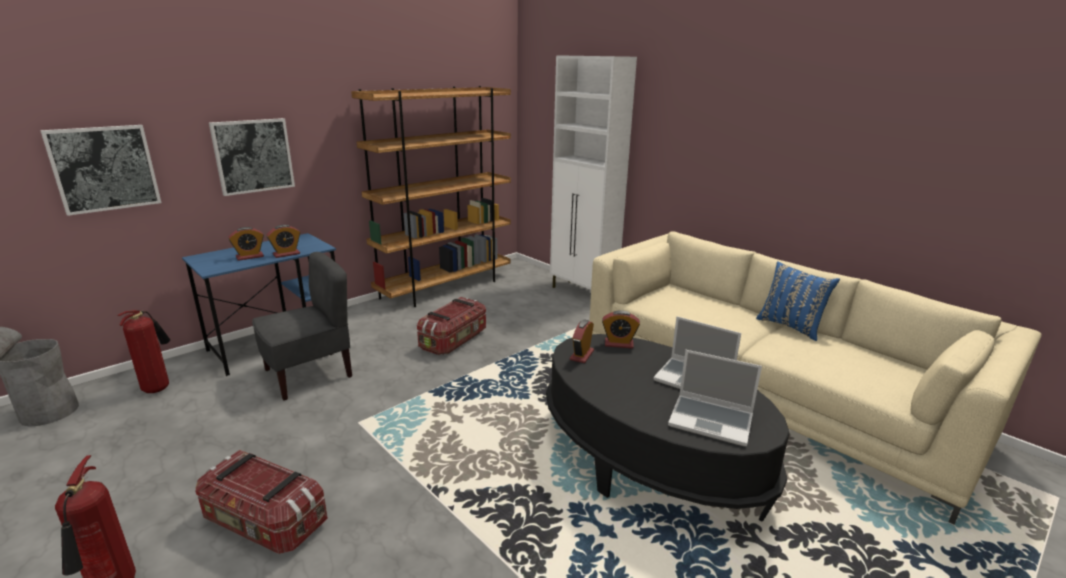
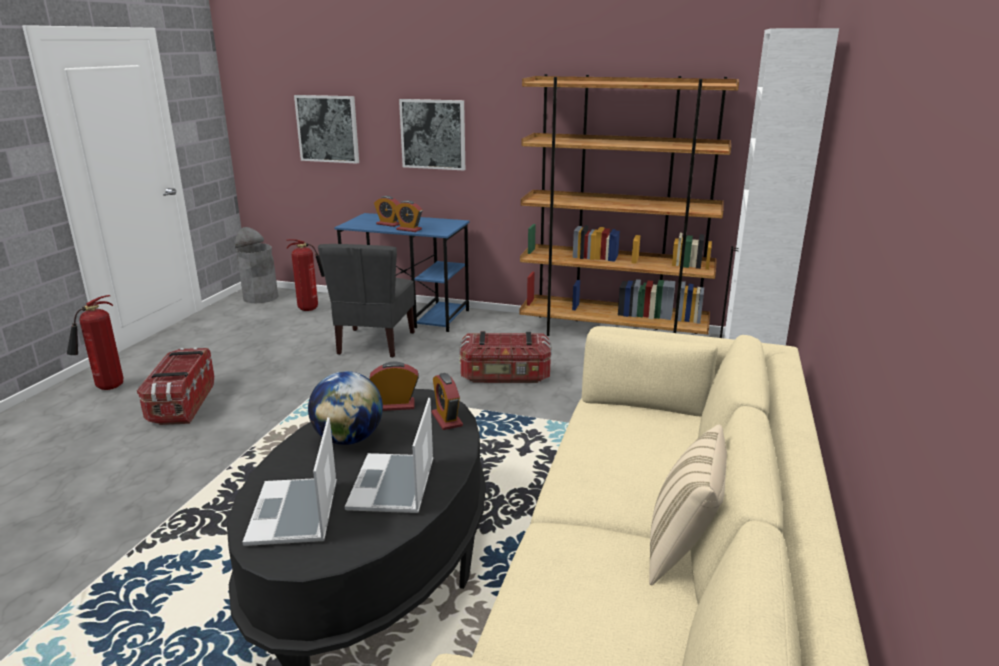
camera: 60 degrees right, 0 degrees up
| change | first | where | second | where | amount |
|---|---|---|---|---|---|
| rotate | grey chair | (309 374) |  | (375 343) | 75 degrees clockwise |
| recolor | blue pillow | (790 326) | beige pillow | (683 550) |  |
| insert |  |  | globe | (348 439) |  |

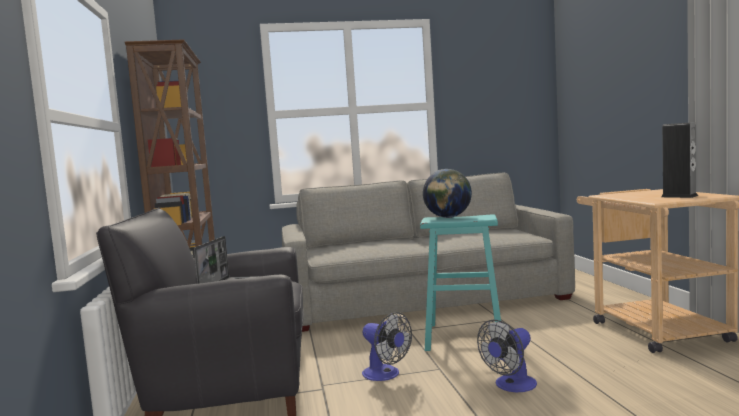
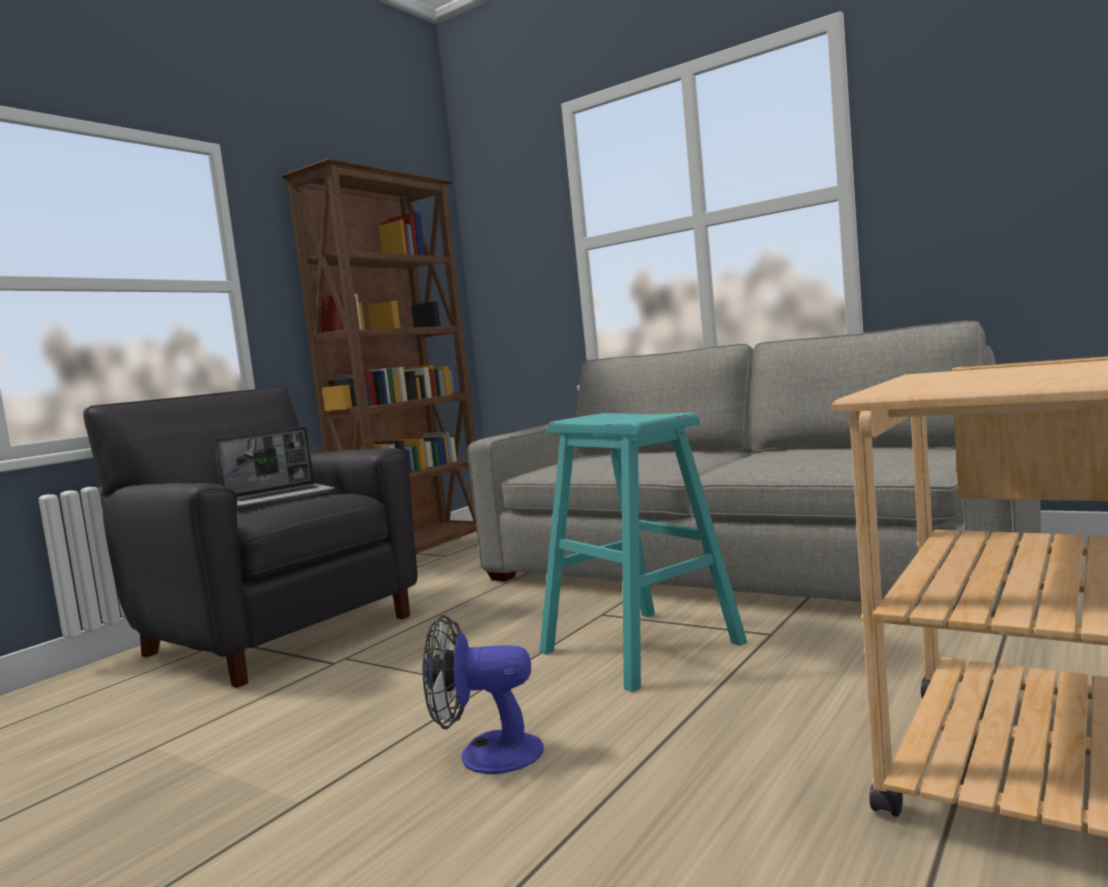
camera: 45 degrees right, 0 degrees up
| change | first | where | second | where | amount |
|---|---|---|---|---|---|
| delete | speaker | (679 196) |  |  |  |
| delete | globe | (448 217) |  |  |  |
| delete | fan | (386 375) |  |  |  |

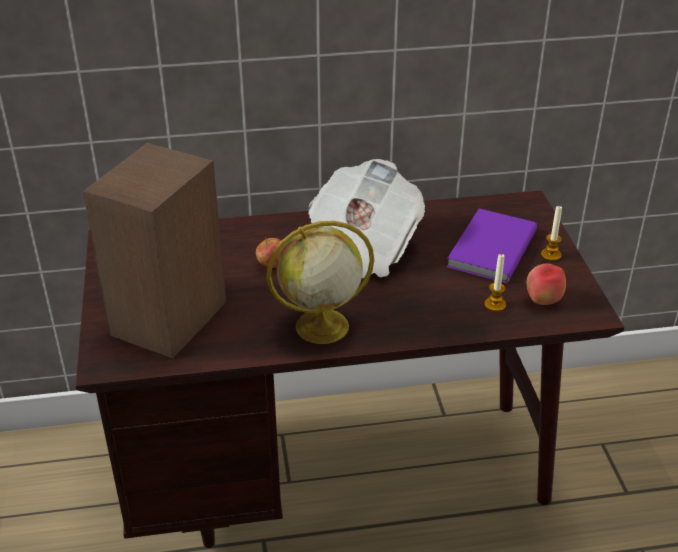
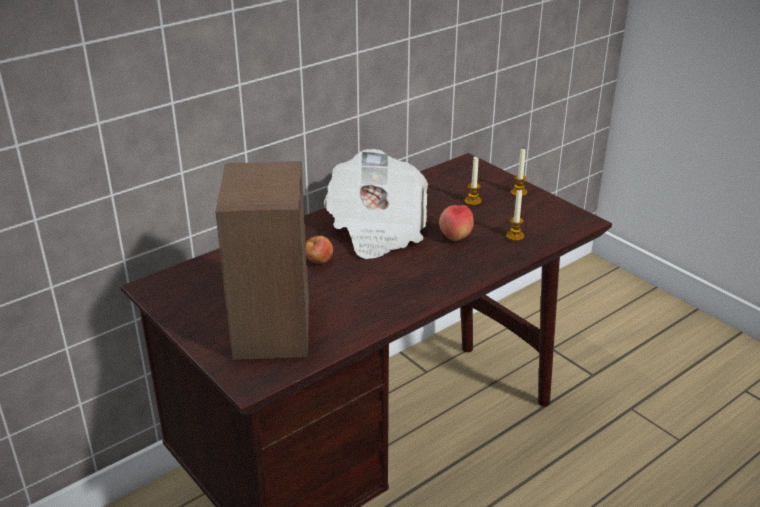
camera: 30 degrees left, 5 degrees down
| change | first | where | second | where | amount |
|---|---|---|---|---|---|
| replace | purple book | (489 249) | candle | (473 201) |  |
| delete | globe | (320 327) |  |  |  |
| move | apple | (543 301) |  | (455 238) |  |

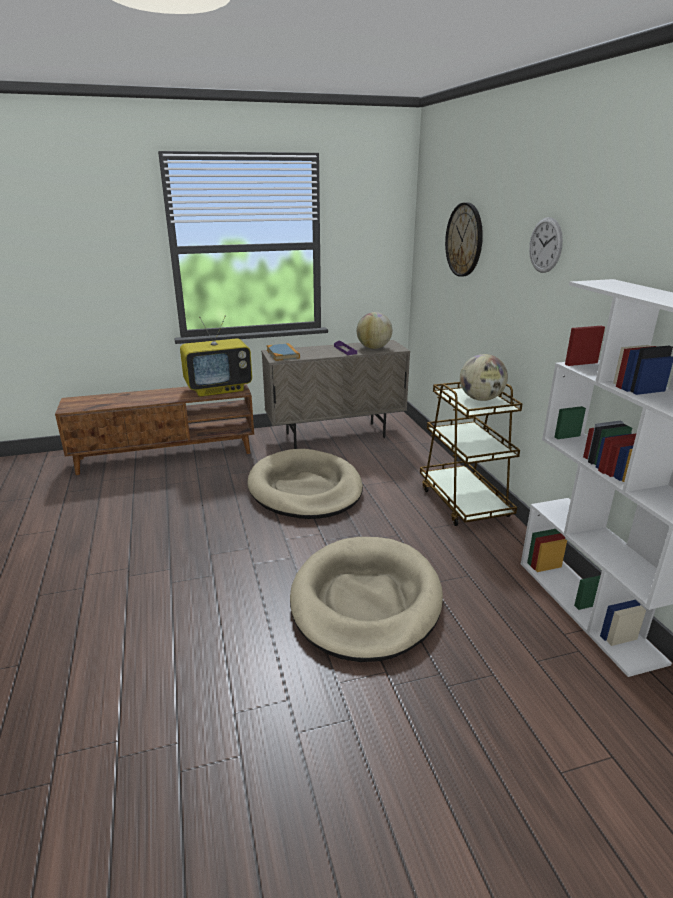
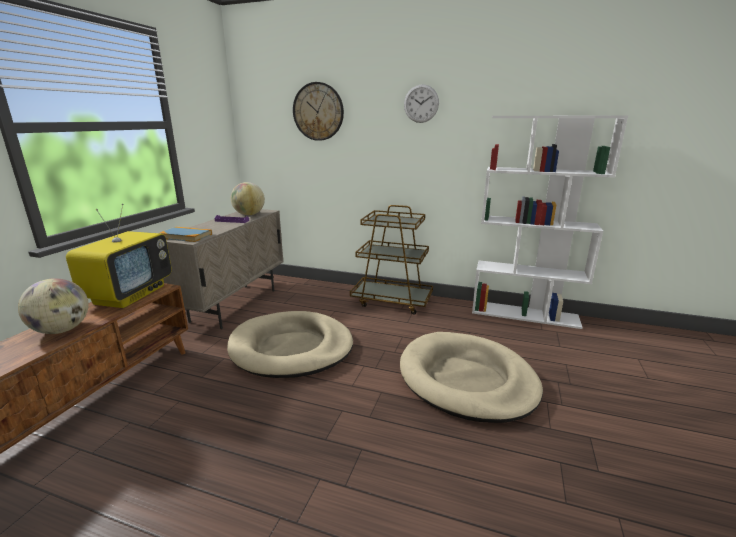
camera: 55 degrees left, 5 degrees down
| change | first | where | second | where | amount |
|---|---|---|---|---|---|
| move | globe | (481 399) |  | (62 330) |  |

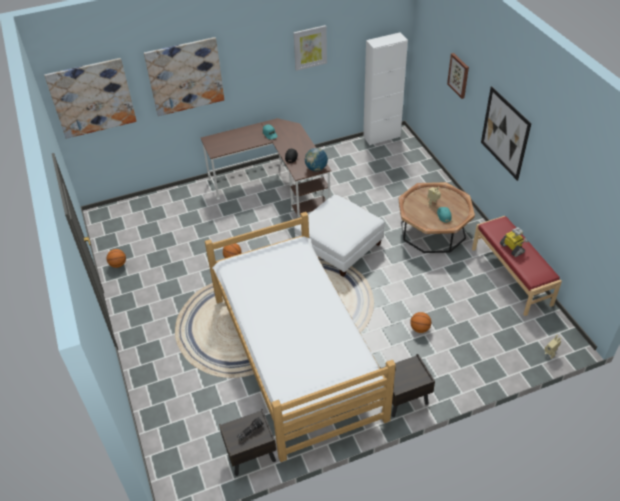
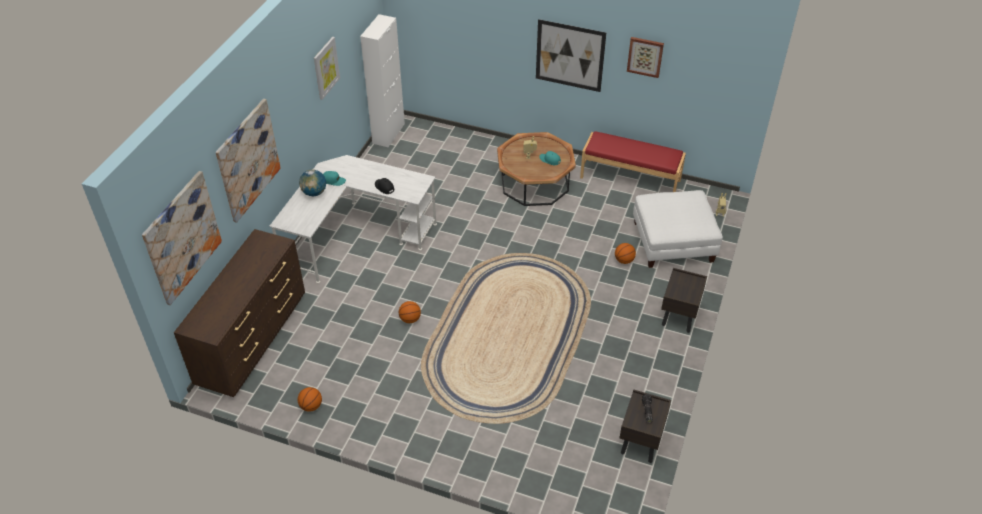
camera: 50 degrees left, 0 degrees up
| change | first | where | second | where | amount |
|---|---|---|---|---|---|
| move | picture | (458 75) |  | (645 56) |  |
| recolor | brown desk | (274 185) | white desk | (354 235) |  |
| move | globe | (316 168) |  | (314 193) |  |
| move | white ottoman | (339 246) |  | (673 241) |  |
| delete | bed | (295 356) |  |  |  |
| delete | toy robot | (512 248) |  |  |  |
| insert |  |  | brown dresser | (253 340) |  |

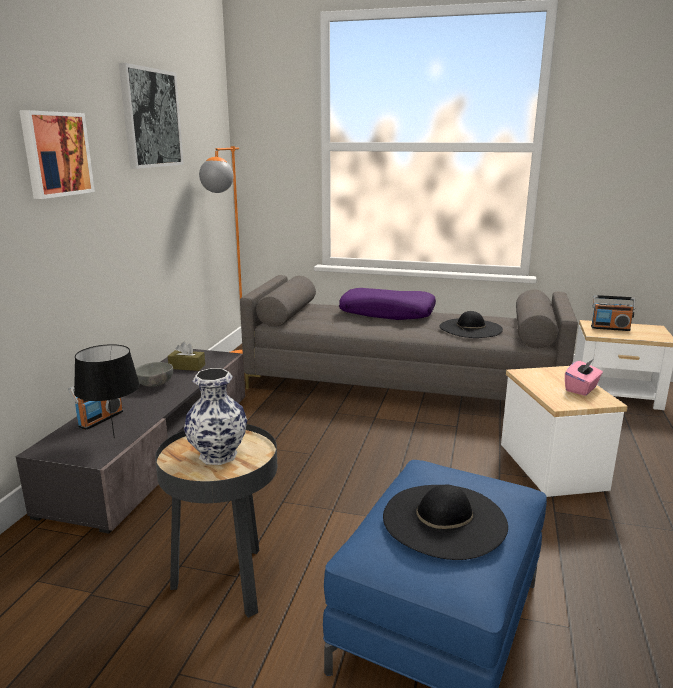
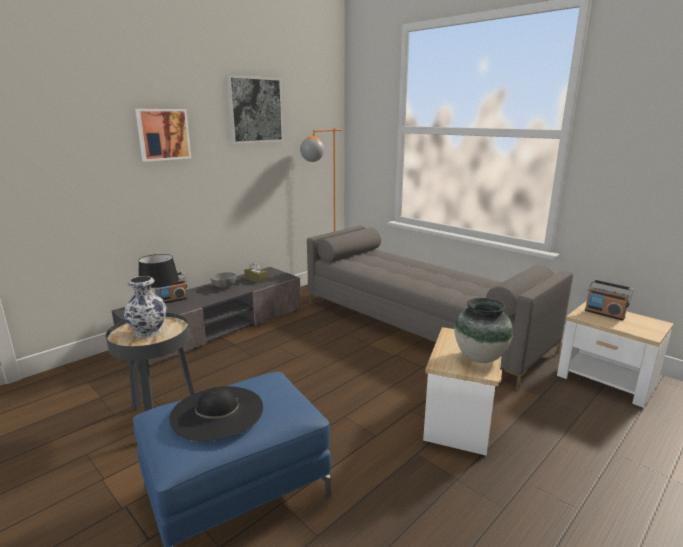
camera: 30 degrees right, 0 degrees up
| change | first | where | second | where | amount |
|---|---|---|---|---|---|
| delete | purple pillow | (387 313) |  |  |  |
| delete | black hat | (470 328) |  |  |  |
| replace | pink tissue box | (581 389) | vase | (480 357) |  |

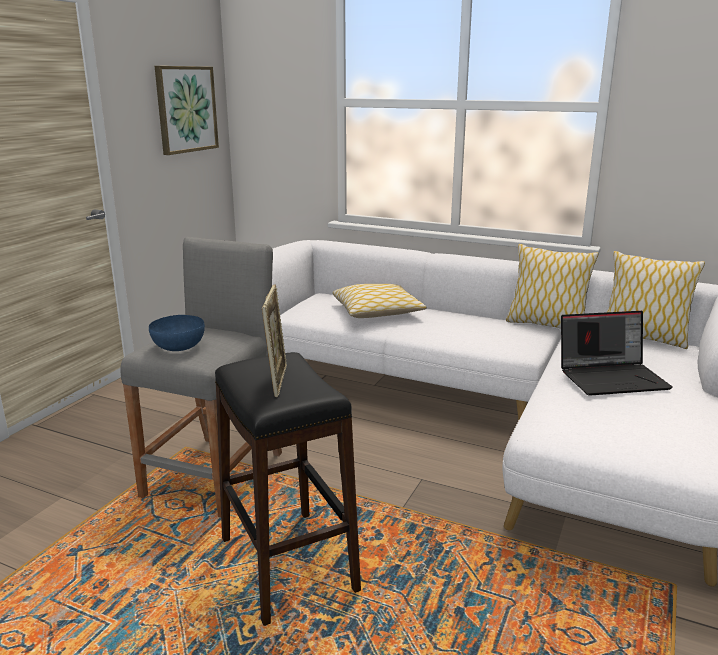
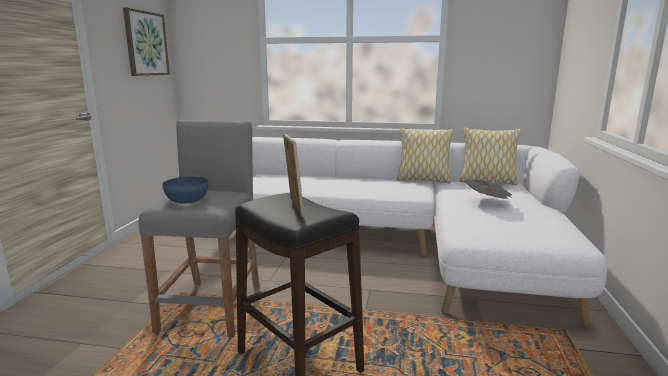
camera: 15 degrees left, 5 degrees down
| change | first | where | second | where | amount |
|---|---|---|---|---|---|
| delete | pillow | (377 312) |  |  |  |
| replace | laptop | (612 377) | newspaper | (488 202) |  |

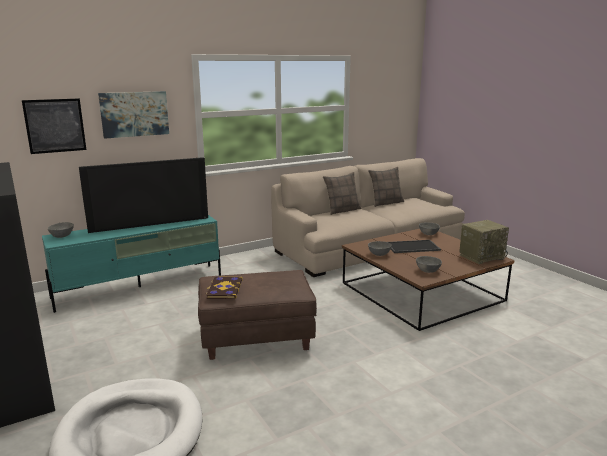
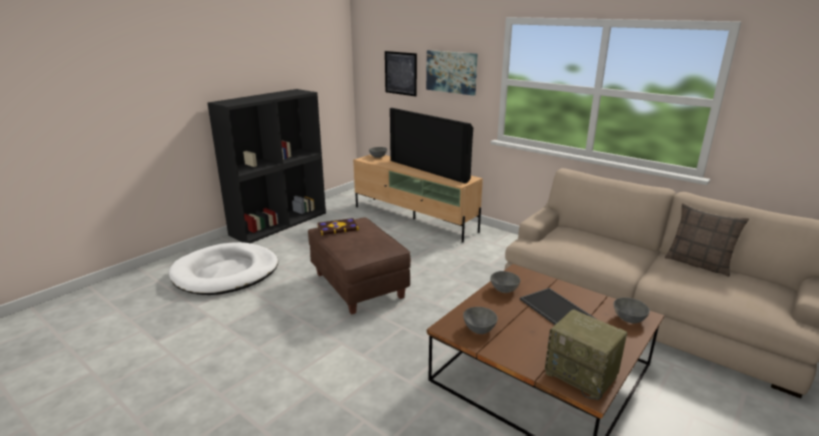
camera: 70 degrees right, 5 degrees up
| change | first | where | second | where | amount |
|---|---|---|---|---|---|
| delete | pillow | (342 210) |  |  |  |
| recolor | turquoise tv stand | (141 286) | beige tv stand | (414 219) |  |

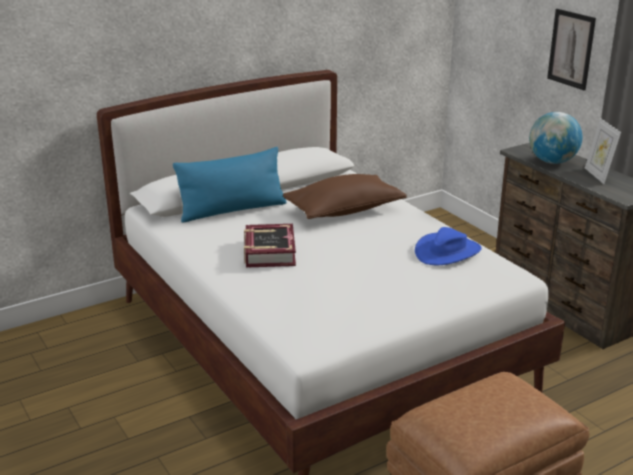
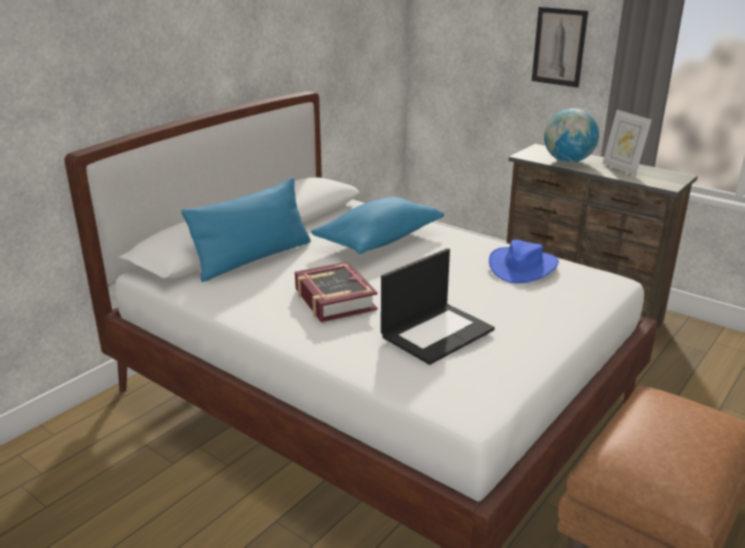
camera: 20 degrees left, 0 degrees up
| change | first | where | second | where | amount |
|---|---|---|---|---|---|
| recolor | brown pillow | (344 210) | blue pillow | (379 240) |  |
| insert |  |  | laptop | (437 332) |  |

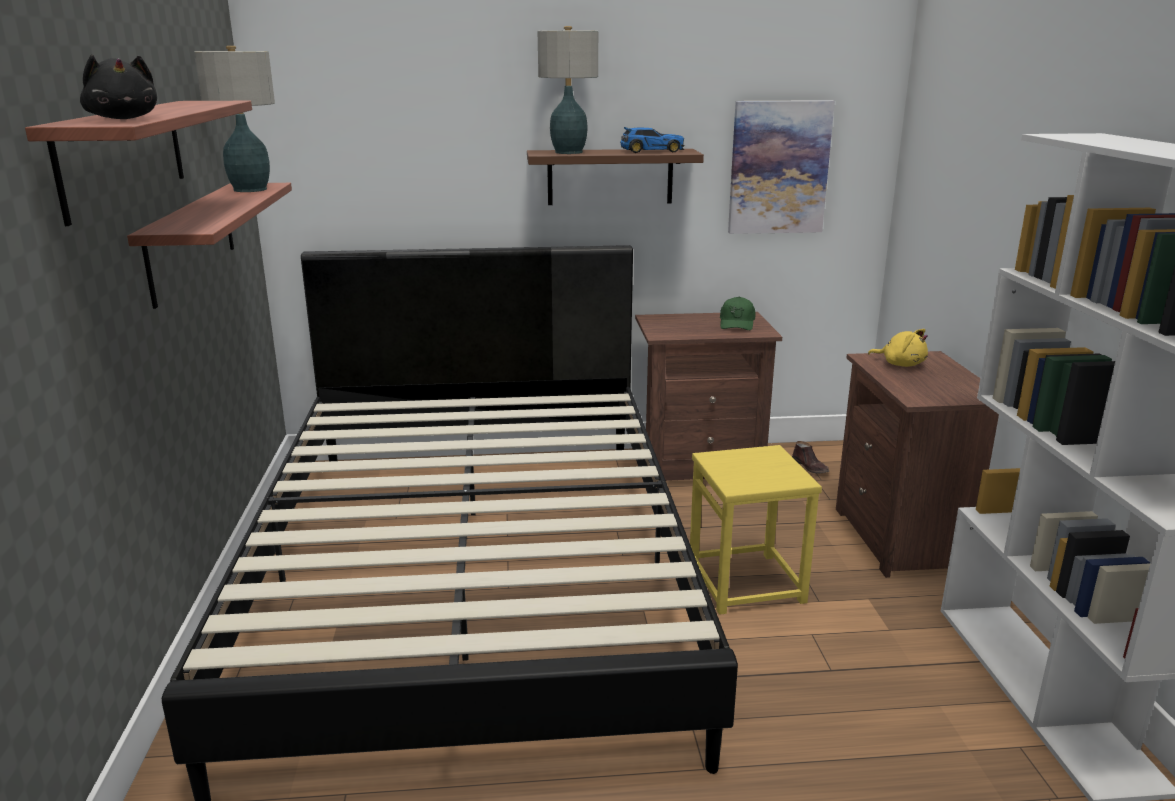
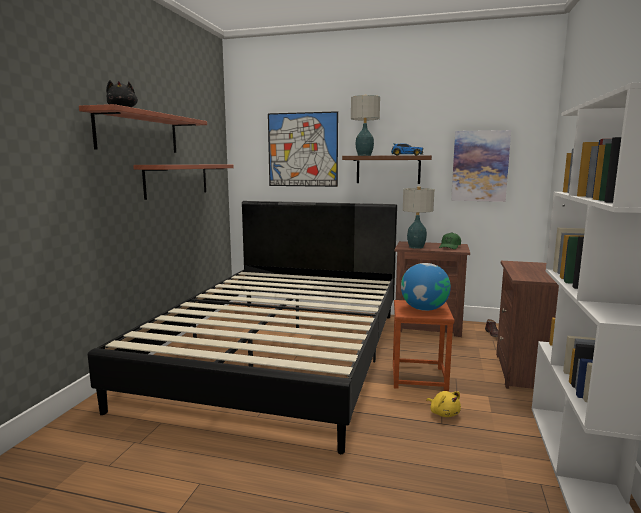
camera: 20 degrees right, 10 degrees down
| change | first | where | second | where | amount |
|---|---|---|---|---|---|
| move | table lamp | (249 189) |  | (415 247) |  |
| move | yellow plush toy | (900 364) |  | (443 413) |  |
| recolor | yellow stool | (747 583) | brown stool | (419 377) |  |
| insert |  |  | picture | (302 150) |  |
| insert |  |  | globe | (424 309) |  |

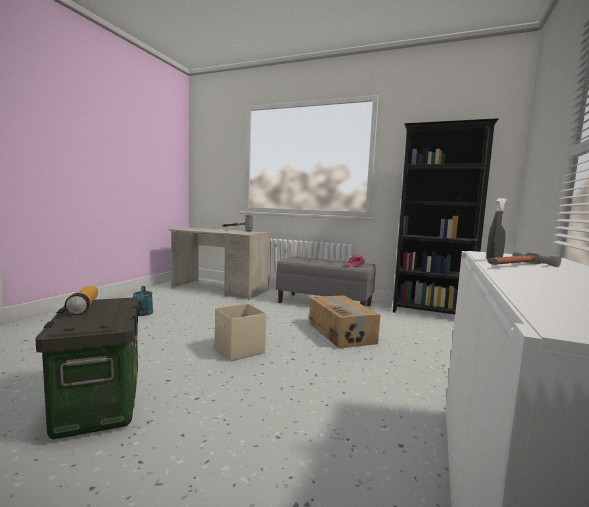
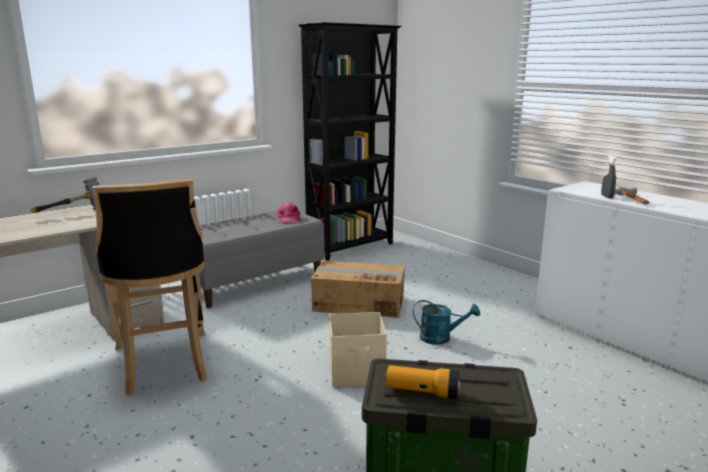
camera: 60 degrees left, 10 degrees up
| change | first | where | second | where | amount |
|---|---|---|---|---|---|
| move | turquoise watering can | (143 314) |  | (441 338) |  |
| insert |  |  | black stool | (164 364) |  |

